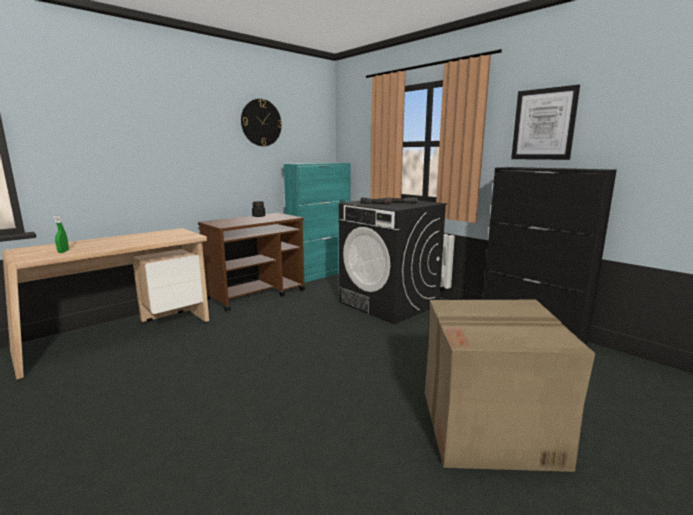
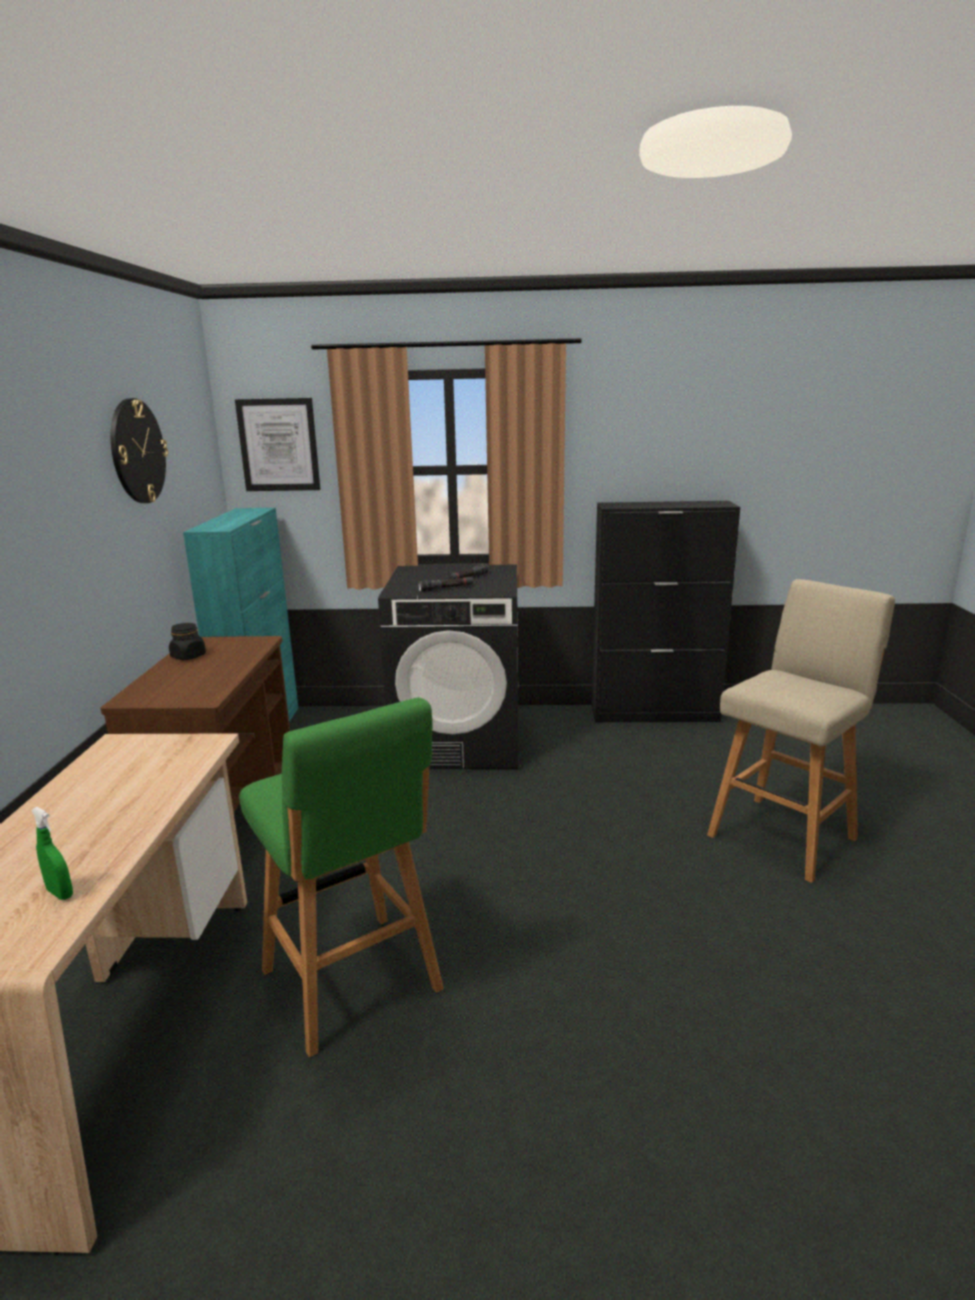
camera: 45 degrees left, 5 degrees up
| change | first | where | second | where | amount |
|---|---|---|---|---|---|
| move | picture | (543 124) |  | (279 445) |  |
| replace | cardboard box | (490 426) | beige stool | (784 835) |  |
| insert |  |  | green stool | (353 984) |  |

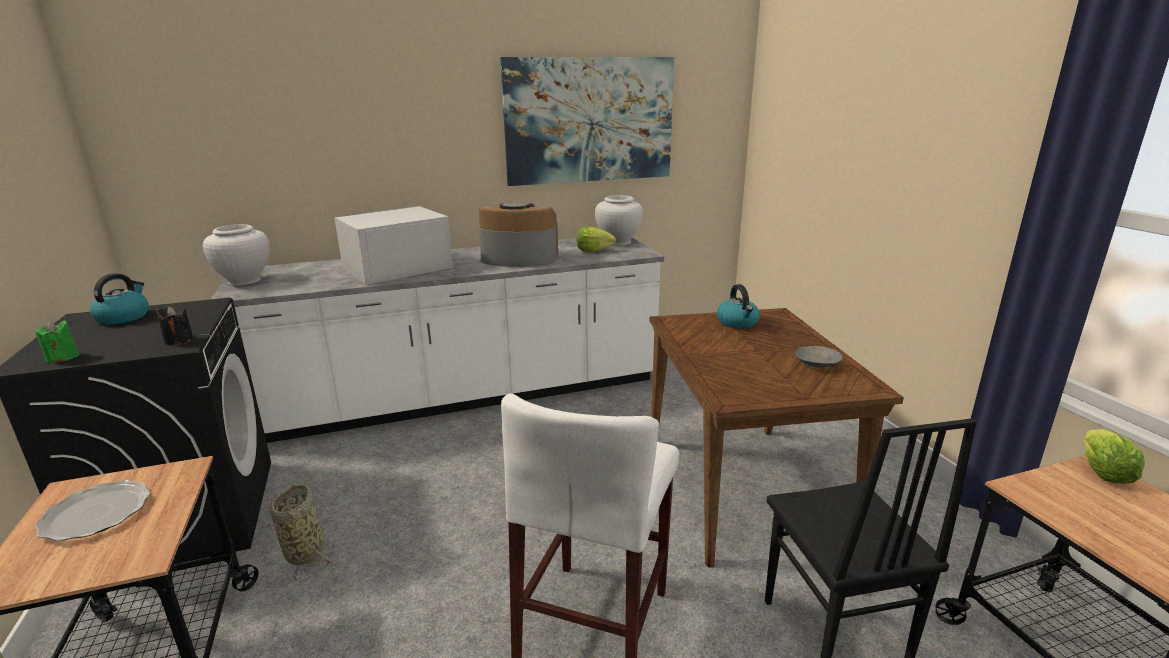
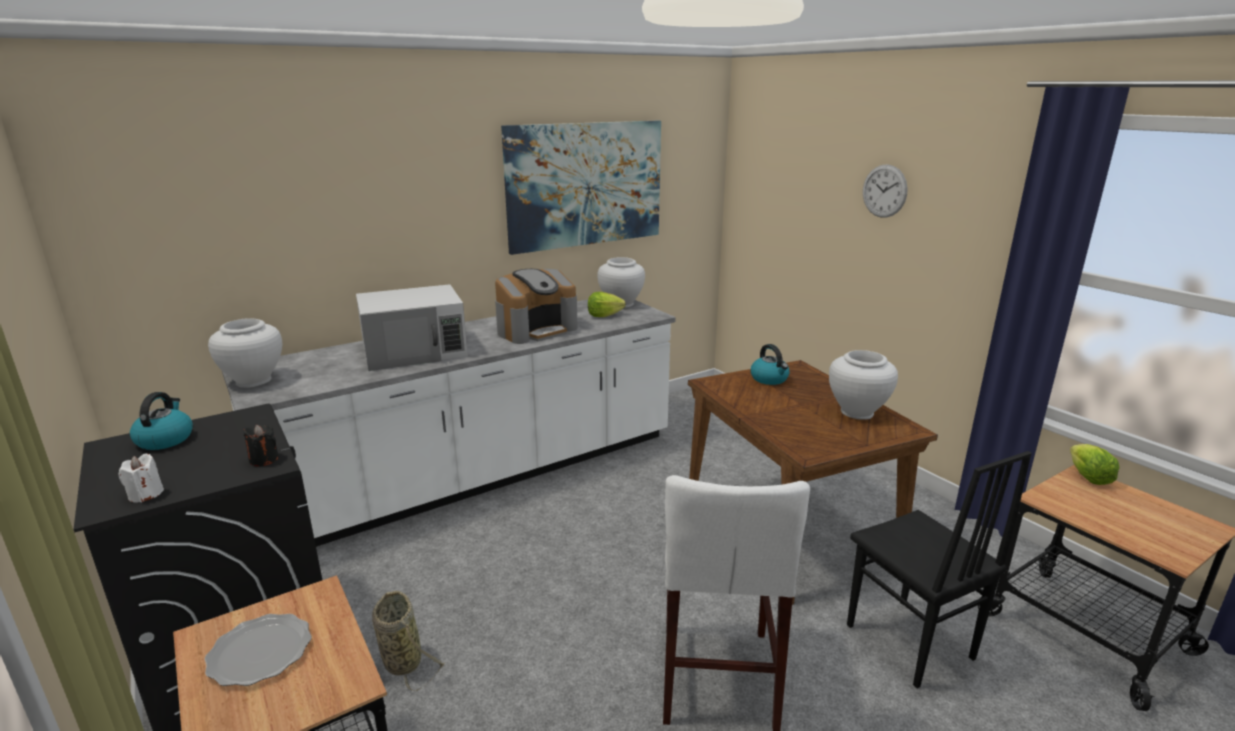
camera: 15 degrees left, 0 degrees up
| change | first | where | second | where | amount |
|---|---|---|---|---|---|
| rotate | coffee machine | (519 258) |  | (536 330) | 150 degrees clockwise |
| rotate | white microwave | (396 268) |  | (415 350) | 150 degrees counterclockwise |
| recolor | green candle | (62 358) | white candle | (145 494) |  |
| replace | grey bowl | (817 364) | white vase | (857 412) |  |
| insert |  |  | wall clock | (884 191) |  |

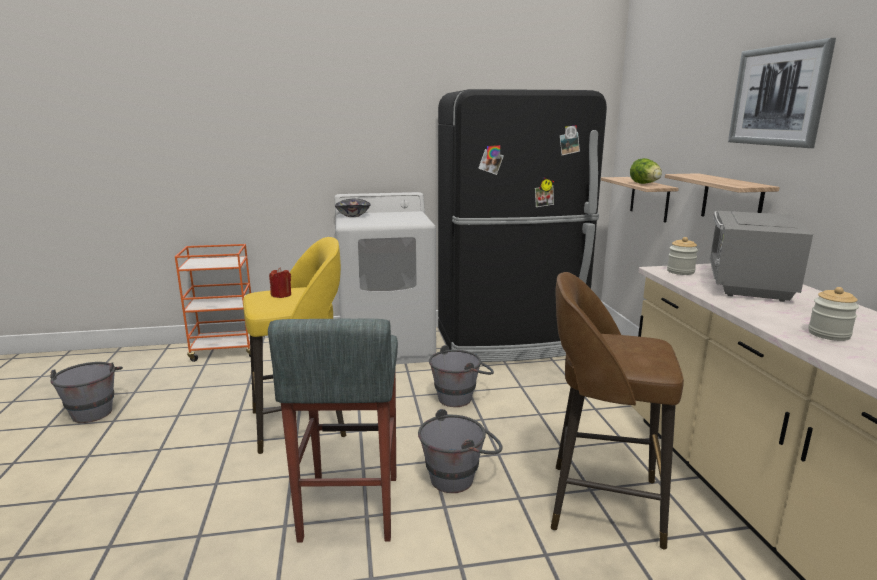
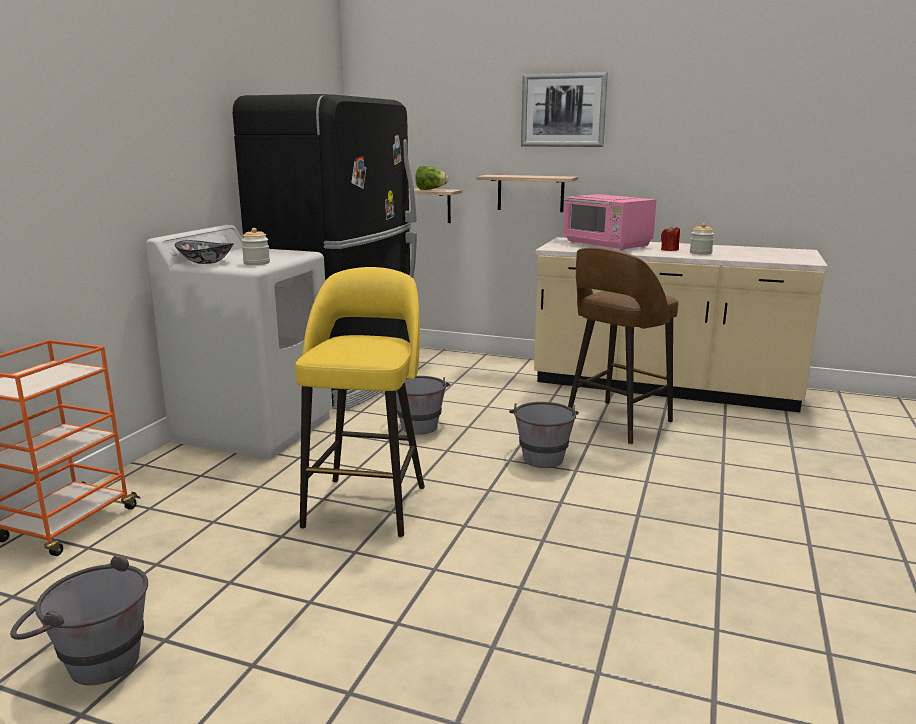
camera: 60 degrees left, 0 degrees up
| change | first | where | second | where | amount |
|---|---|---|---|---|---|
| recolor | grey microwave | (747 285) | pink microwave | (606 245) |  |
| move | jar | (680 271) |  | (256 263) |  |
| move | red candle | (281 295) |  | (669 250) |  |
| delete | grey stool | (348 508) |  |  |  |

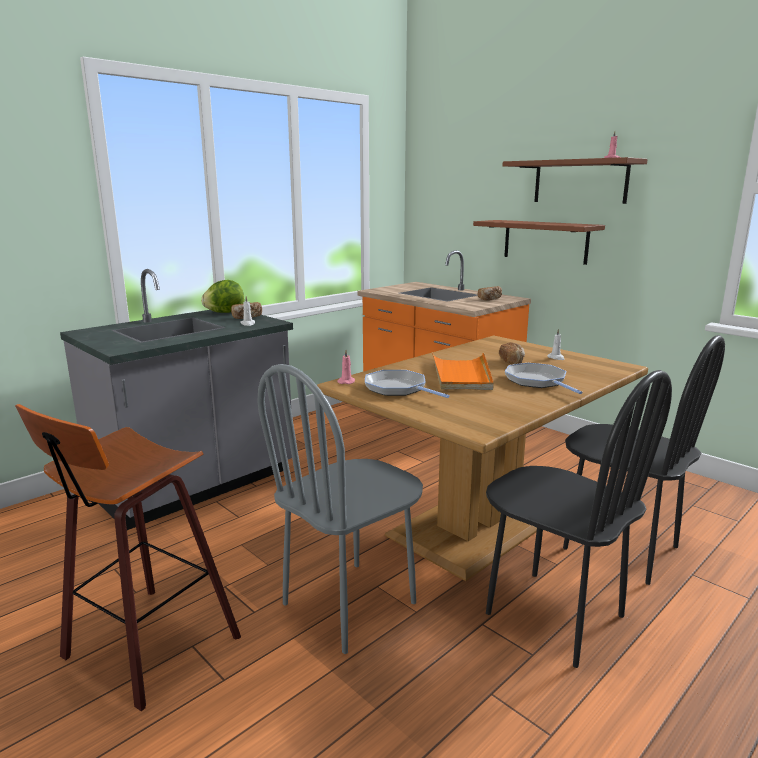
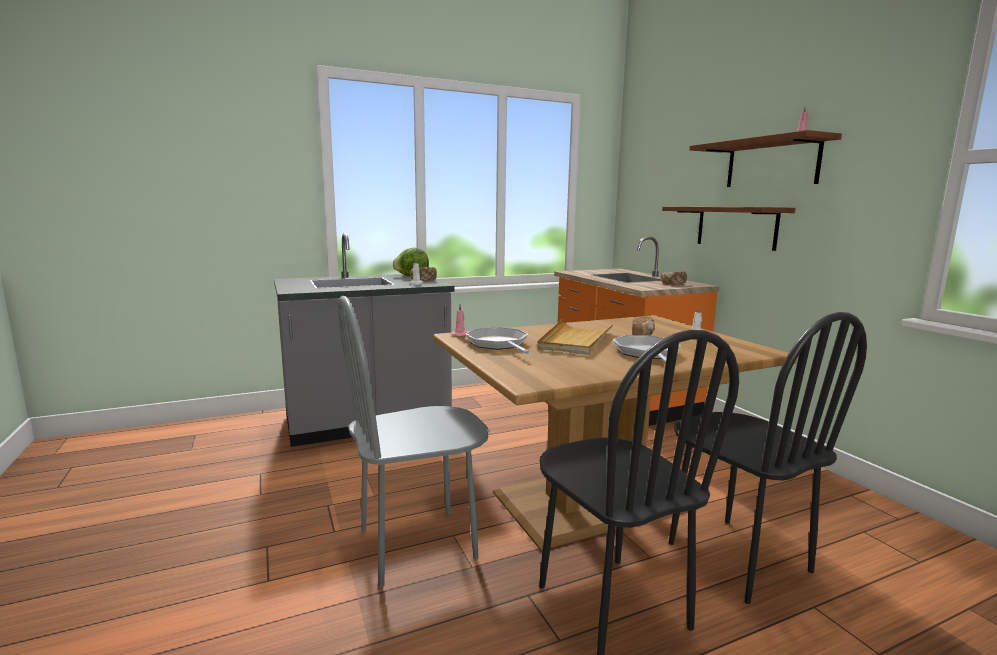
camera: 20 degrees right, 5 degrees down
| change | first | where | second | where | amount |
|---|---|---|---|---|---|
| recolor | orange tray | (461 374) | beige tray | (575 340) |  |
| delete | stool | (145 648) |  |  |  |

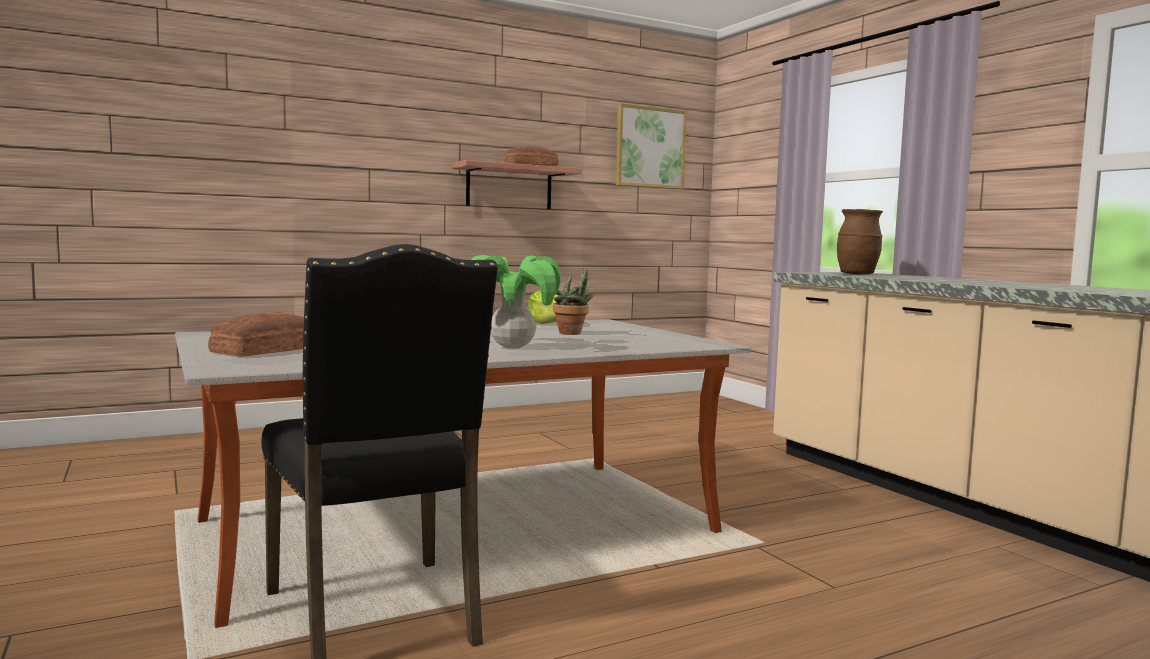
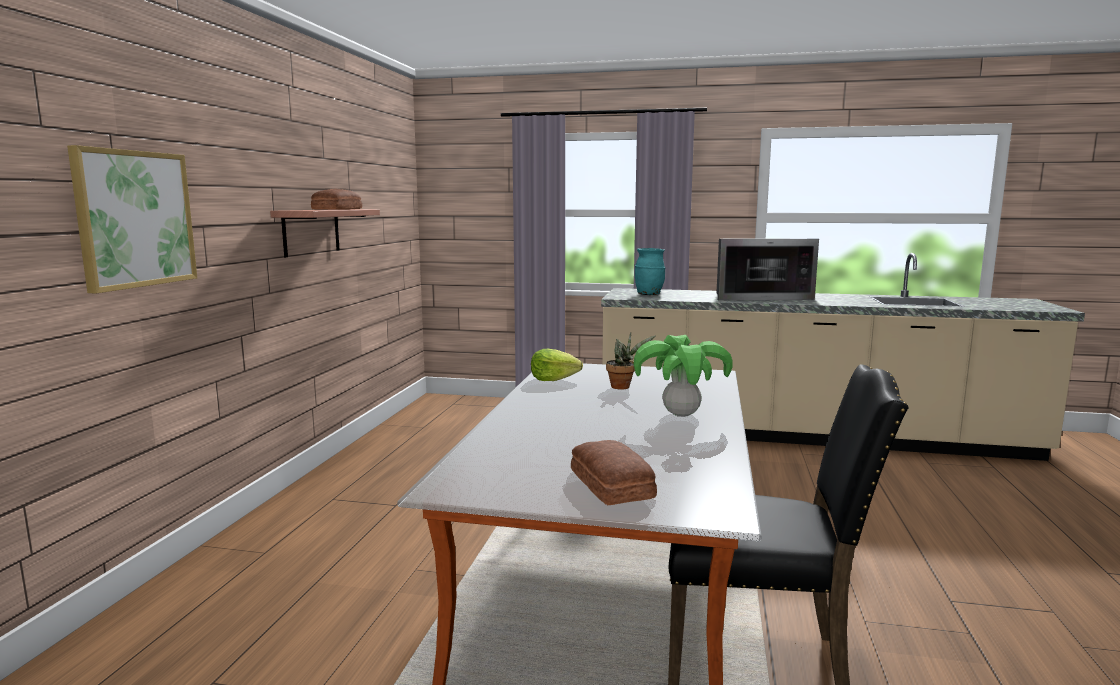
camera: 50 degrees left, 5 degrees up
| change | first | where | second | where | amount |
|---|---|---|---|---|---|
| move | picture | (650 147) |  | (135 219) |  |
| recolor | brown vase | (857 274) | turquoise vase | (649 294) |  |
| insert |  |  | microwave | (758 296) |  |

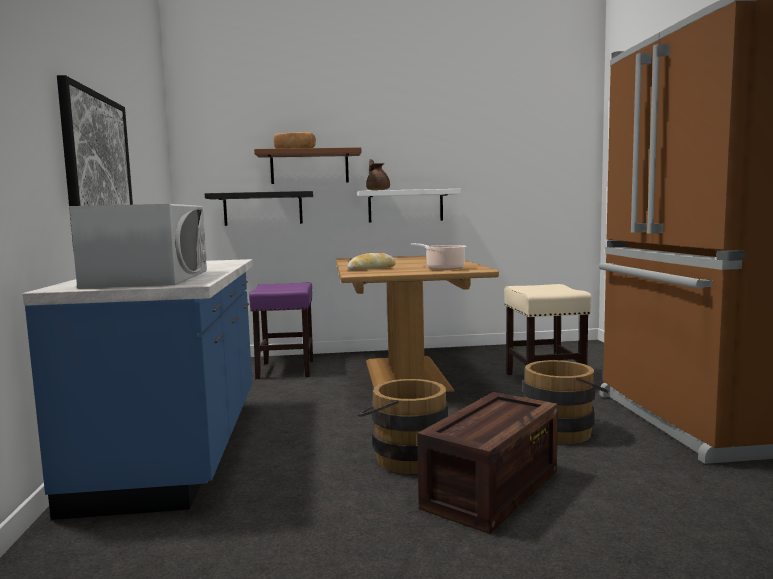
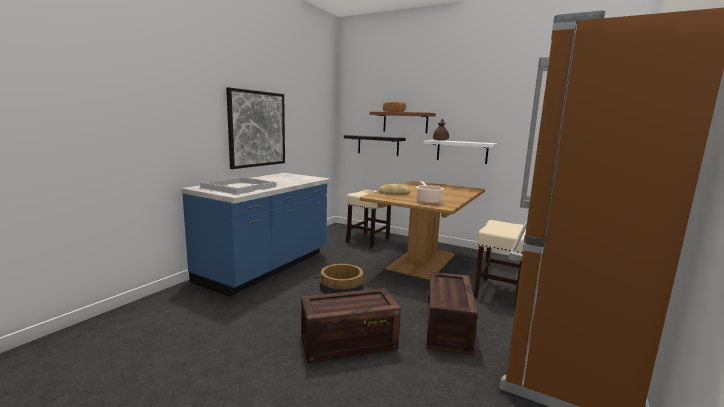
camera: 35 degrees right, 5 degrees up
| change | first | where | second | where | amount |
|---|---|---|---|---|---|
| replace | white microwave | (149 278) | white tray | (239 187) |  |
| recolor | purple stool | (285 369) | beige stool | (368 240) |  |
| replace | brown bucket | (563 430) | crate | (449 328) |  |

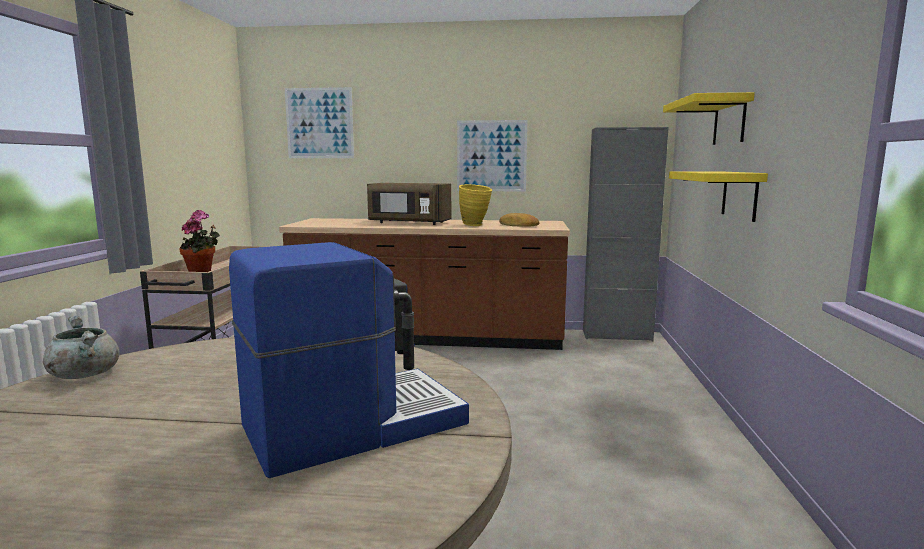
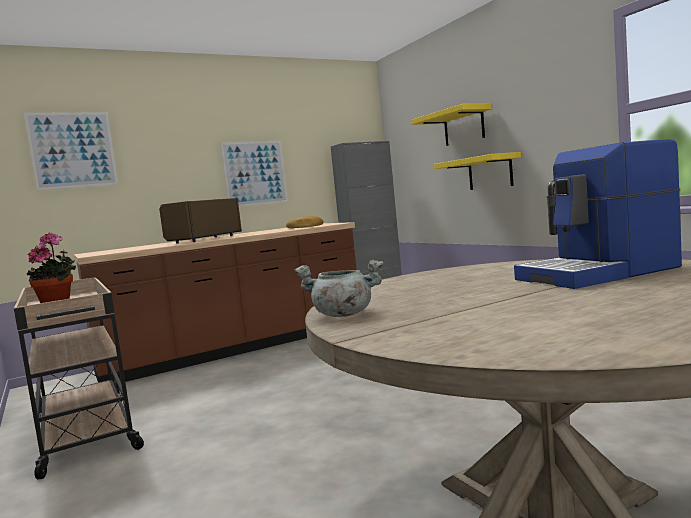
camera: 35 degrees left, 5 degrees down
| change | first | where | second | where | amount |
|---|---|---|---|---|---|
| rotate | brown microwave | (408 223) |  | (203 239) | 135 degrees clockwise |
| delete | yellow vase | (475 225) |  |  |  |
| rotate | coffee machine | (352 424) |  | (600 273) | 135 degrees counterclockwise |

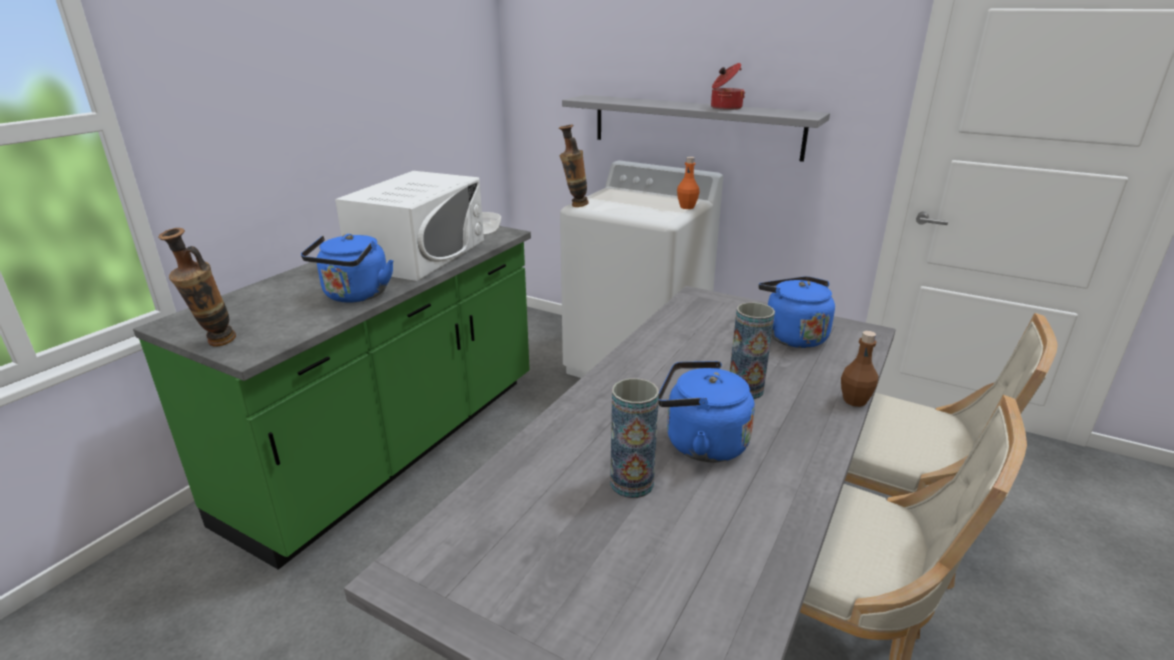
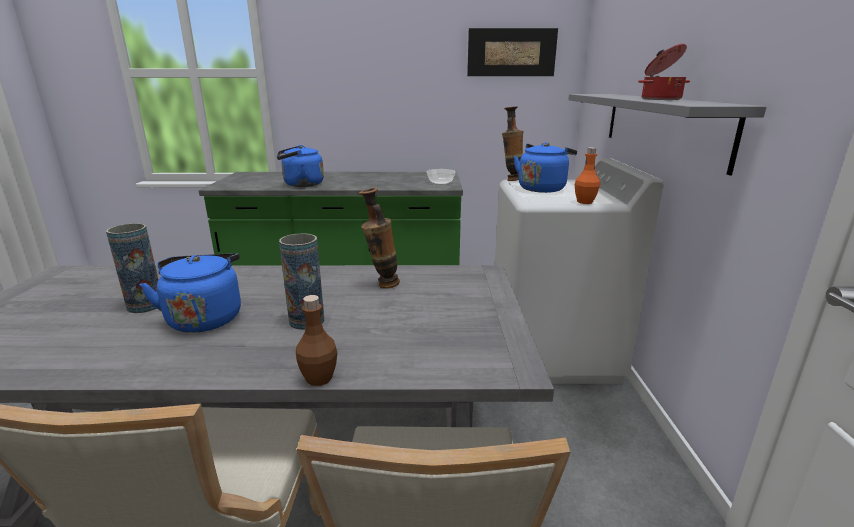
camera: 60 degrees right, 5 degrees down
| change | first | where | second | where | amount |
|---|---|---|---|---|---|
| delete | white microwave | (419 254) |  |  |  |
| move | vase | (214 344) |  | (381 285) |  |
| move | blue kettle | (791 336) |  | (542 188) |  |
| insert |  |  | picture | (511 52) |  |

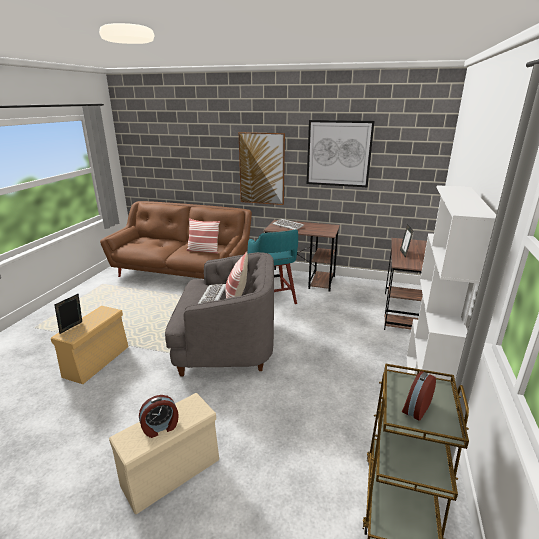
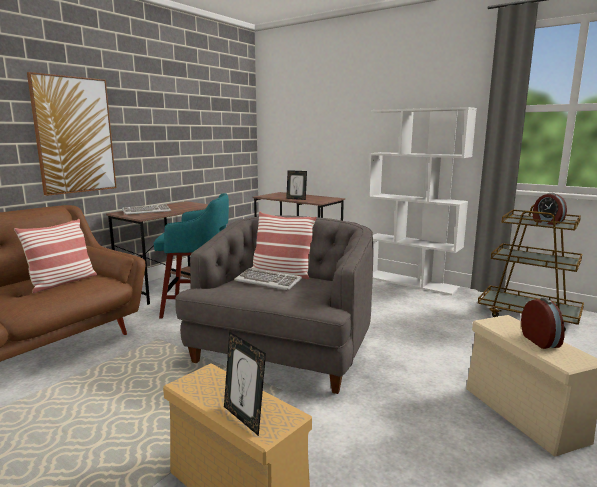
camera: 70 degrees left, 10 degrees down
| change | first | where | second | where | amount |
|---|---|---|---|---|---|
| delete | picture | (338 153) |  |  |  |

